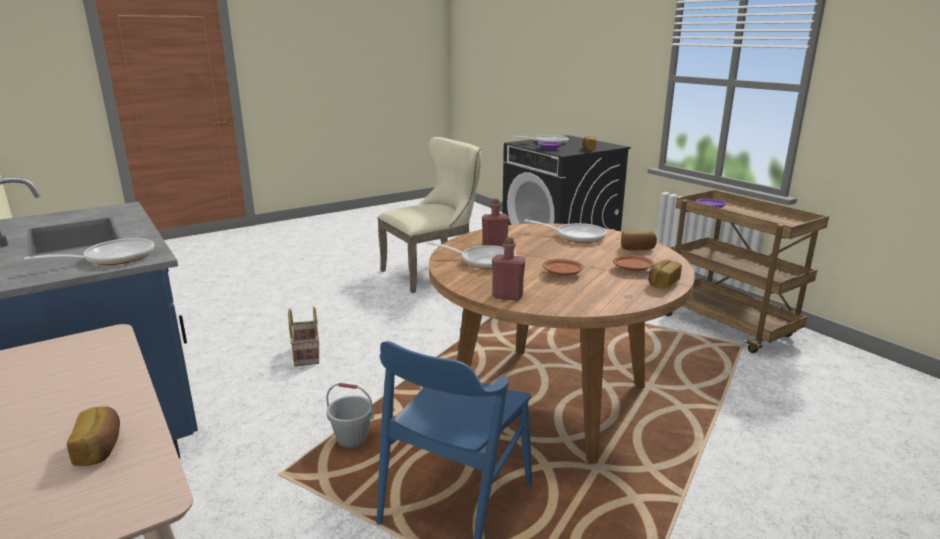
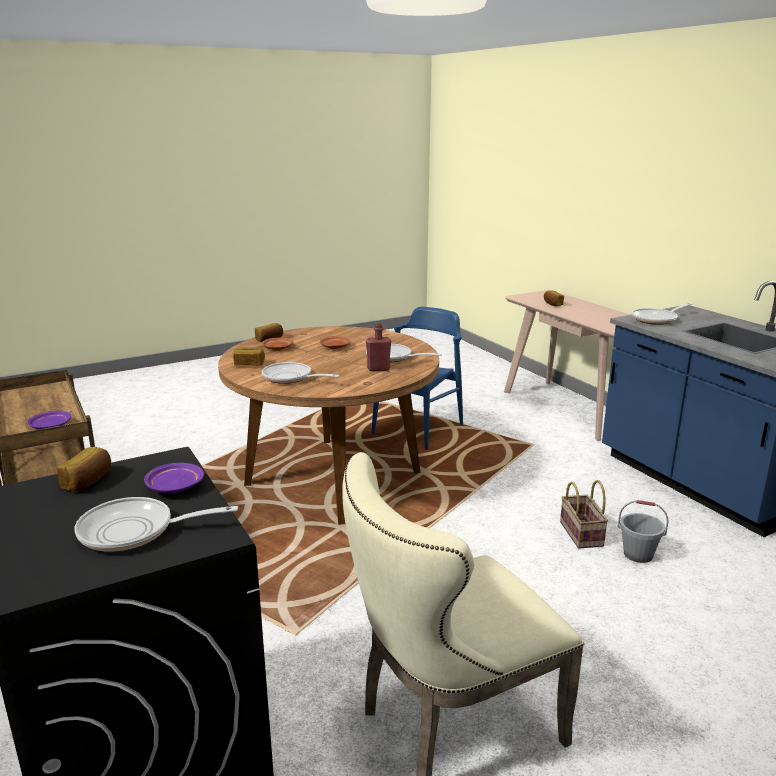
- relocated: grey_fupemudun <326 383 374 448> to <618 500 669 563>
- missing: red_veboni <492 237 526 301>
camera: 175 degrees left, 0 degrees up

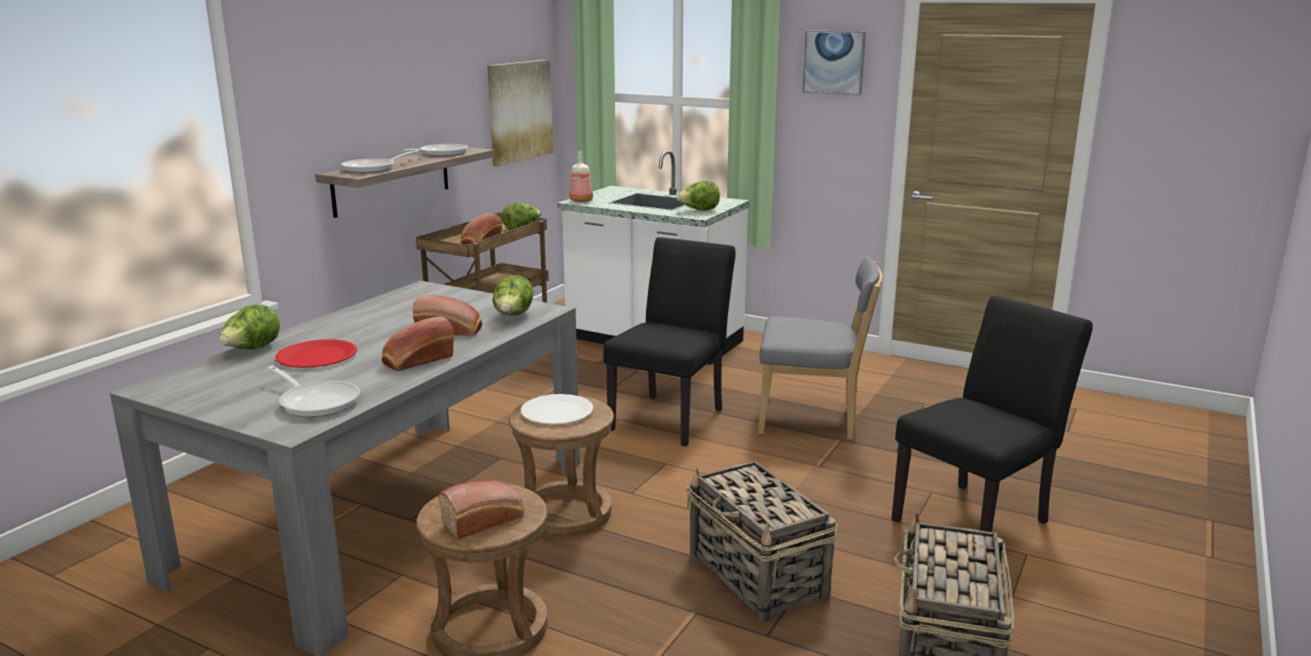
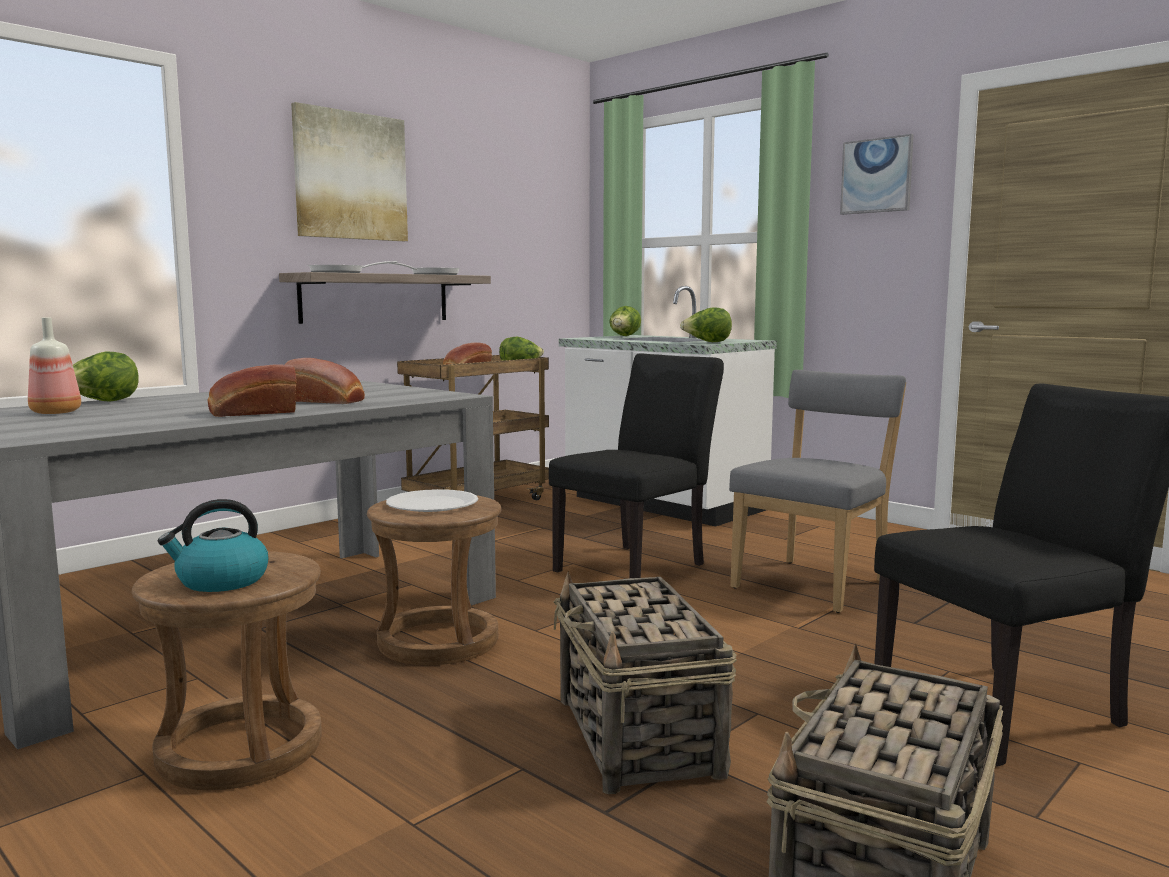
- missing: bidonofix <268 366 360 417>
- missing: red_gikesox <275 339 357 368>
- exchanged: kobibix <438 480 524 540> to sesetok <158 499 268 592>
- relocated: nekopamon <487 60 553 166> to <291 102 408 241>
- relocated: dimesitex <493 275 534 316> to <609 306 641 336>
- relocated: veboni <569 152 593 202> to <28 318 81 414>
- spun: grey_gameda <758 256 882 440> = <729 370 906 613> 75 degrees counterclockwise
camera: 15 degrees right, 10 degrees down

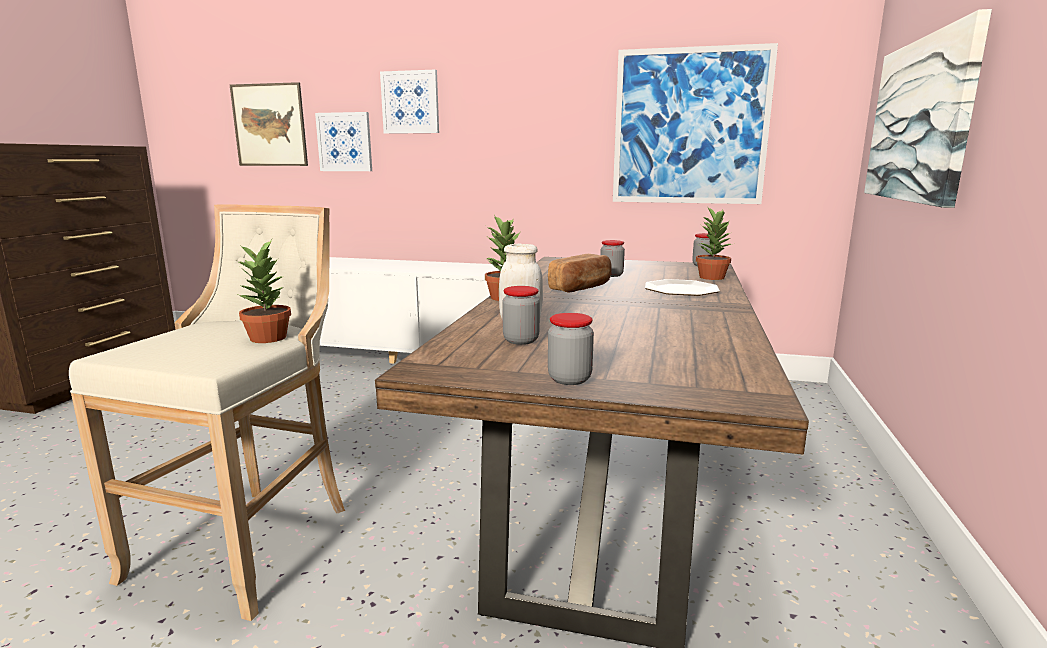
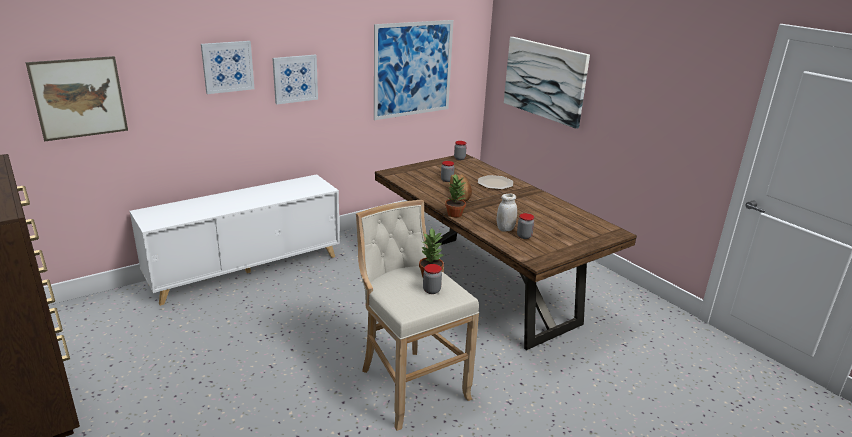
- relocated: nekopamon <315 112 372 171> to <272 55 318 104>
- relocated: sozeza <548 313 594 385> to <423 264 442 294>
- missing: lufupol <696 206 735 280>
camera: 50 degrees left, 10 degrees up

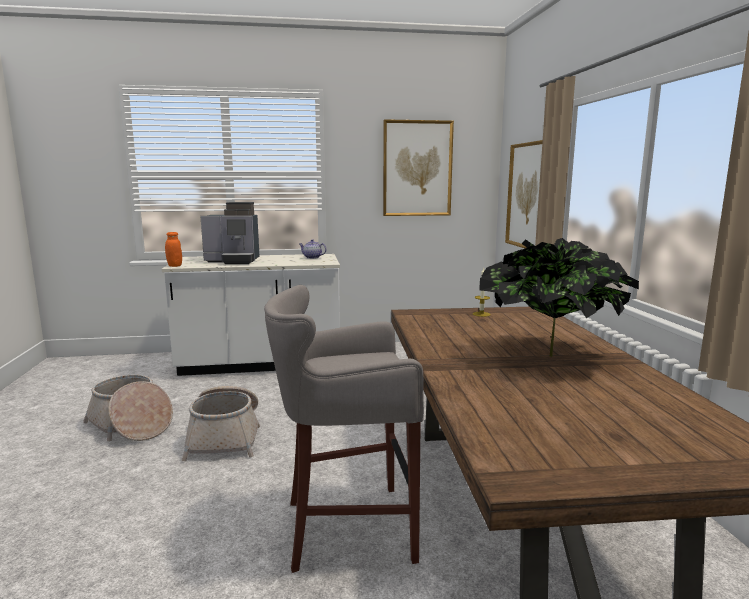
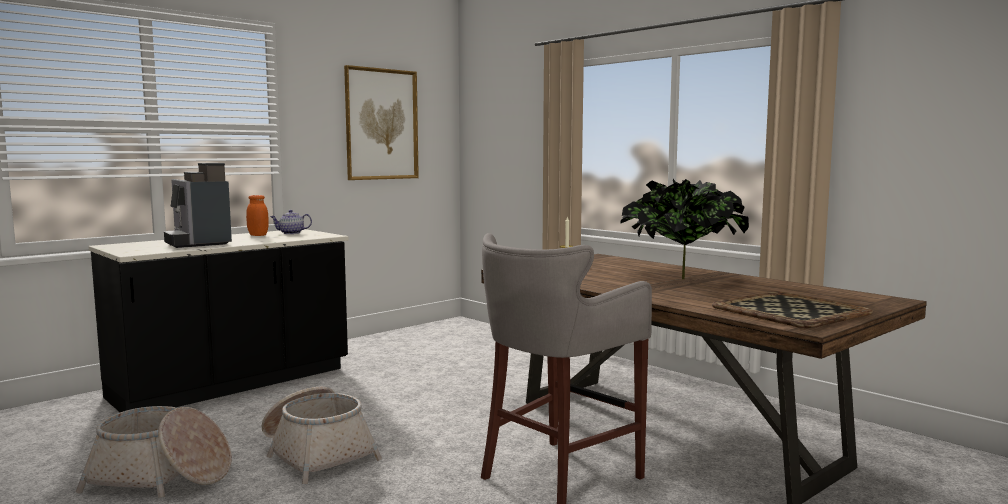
- colour: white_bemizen <162 254 340 376> to black_bemizen <88 229 349 412>
- relocated: orange_sozeza <165 232 182 267> to <246 195 269 236>
- spun: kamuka <200 202 260 264> = <164 163 232 248> 90 degrees clockwise
- missing: nekopamon <505 140 543 249>
- appeared: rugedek <712 291 873 328>
camera: 35 degrees left, 5 degrees down

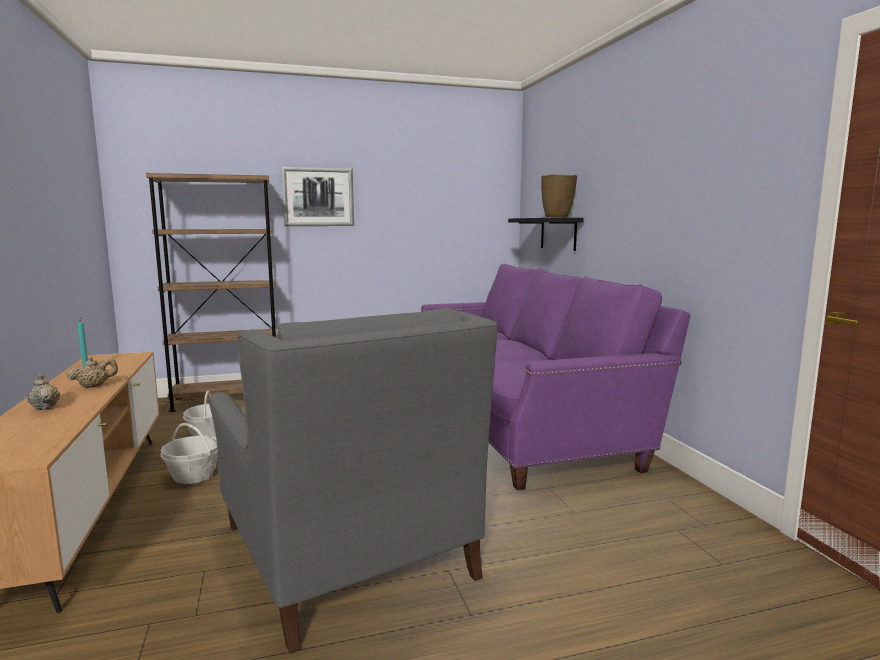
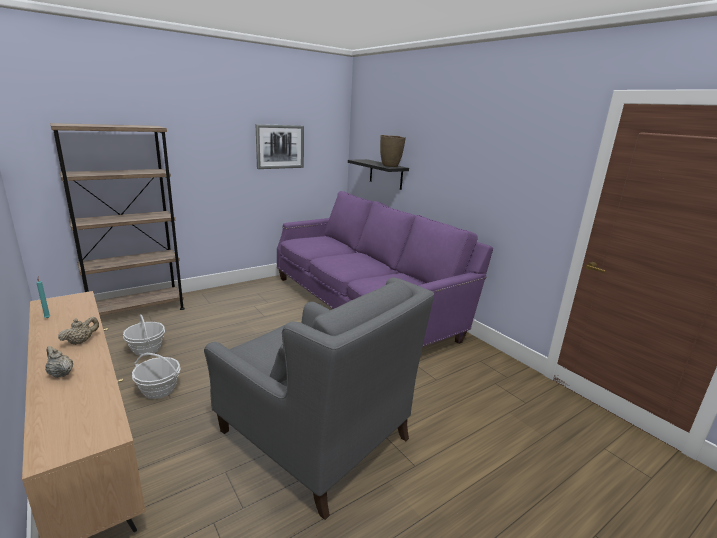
- relocated: nekopamon <281 167 354 226> to <256 124 304 169>
camera: 20 degrees left, 10 degrees up

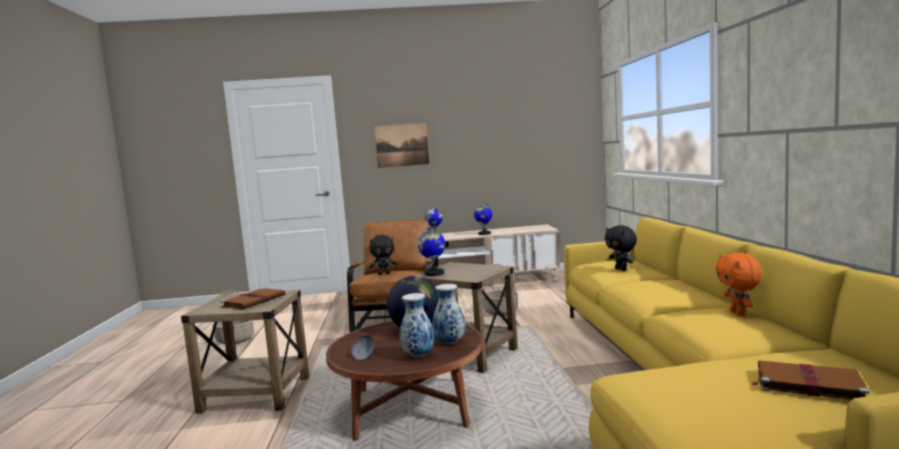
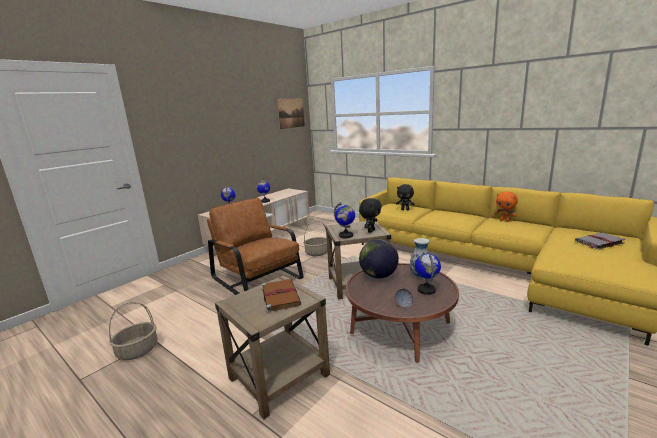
- relocated: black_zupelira <369 235 397 275> to <359 198 382 233>
- relocated: nekopamon <375 123 429 168> to <277 98 305 129>
- exchanged: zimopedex <399 293 434 357> to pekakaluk <415 253 441 295>
- colour: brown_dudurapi <751 360 870 400> to grey_dudurapi <575 233 625 250>
camera: 45 degrees left, 10 degrees up

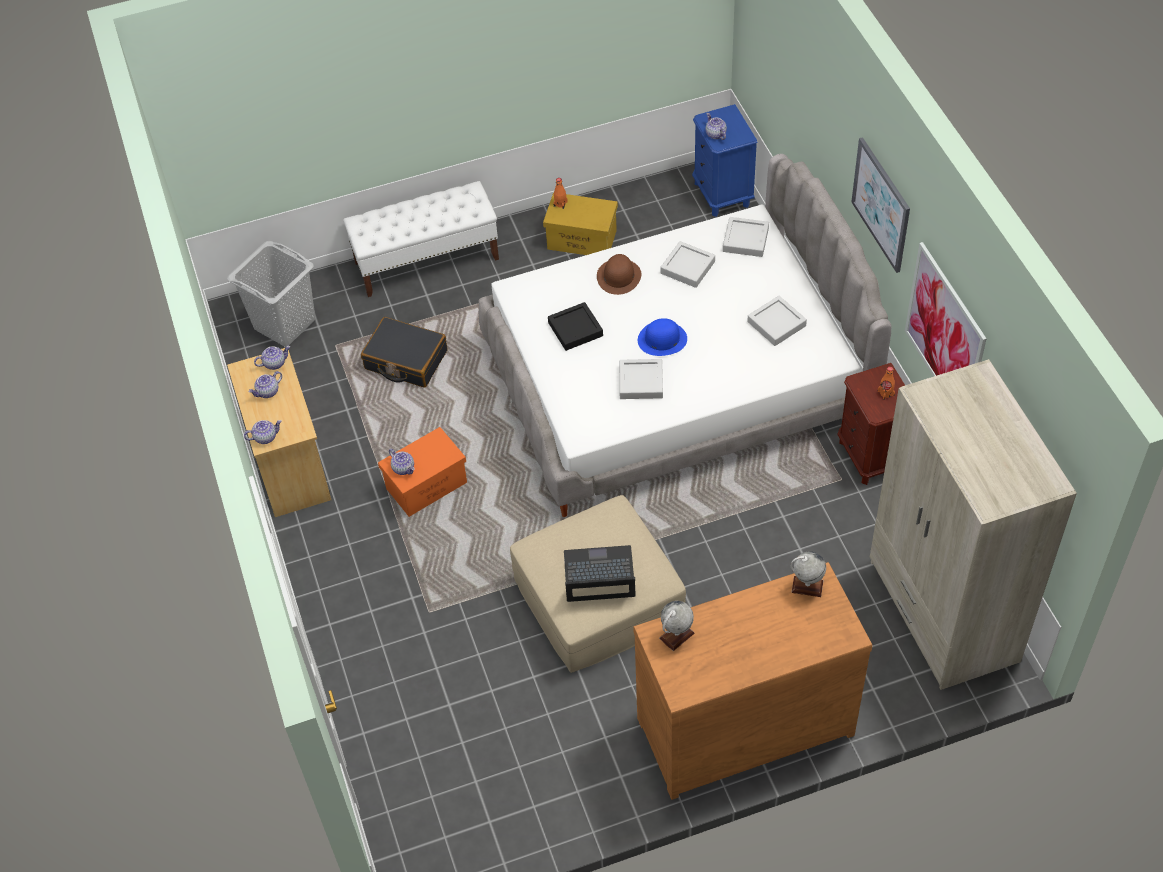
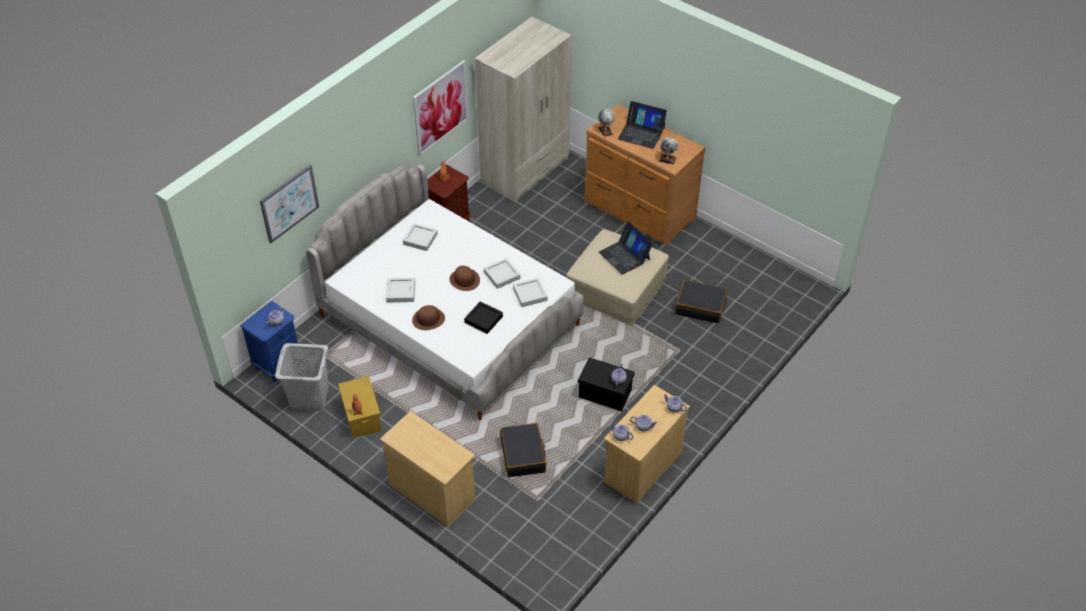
- relocated: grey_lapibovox <227 241 316 346> to <275 343 329 410>
- exchanged: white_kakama <343 181 499 297> to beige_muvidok <380 411 475 527>
- colour: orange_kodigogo <378 427 467 517> to black_kodigogo <578 357 635 412>
- colour: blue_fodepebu <638 318 687 356> to brown_fodepebu <449 266 480 291>
- relocated: grey_rugedek <723 217 769 257> to <513 278 548 307>
- relocated: nekopamon <851 137 910 273> to <260 165 319 243>
- appeared: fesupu <618 101 667 149>
- appeared: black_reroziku <675 280 728 323>
camera: 125 degrees left, 5 degrees down

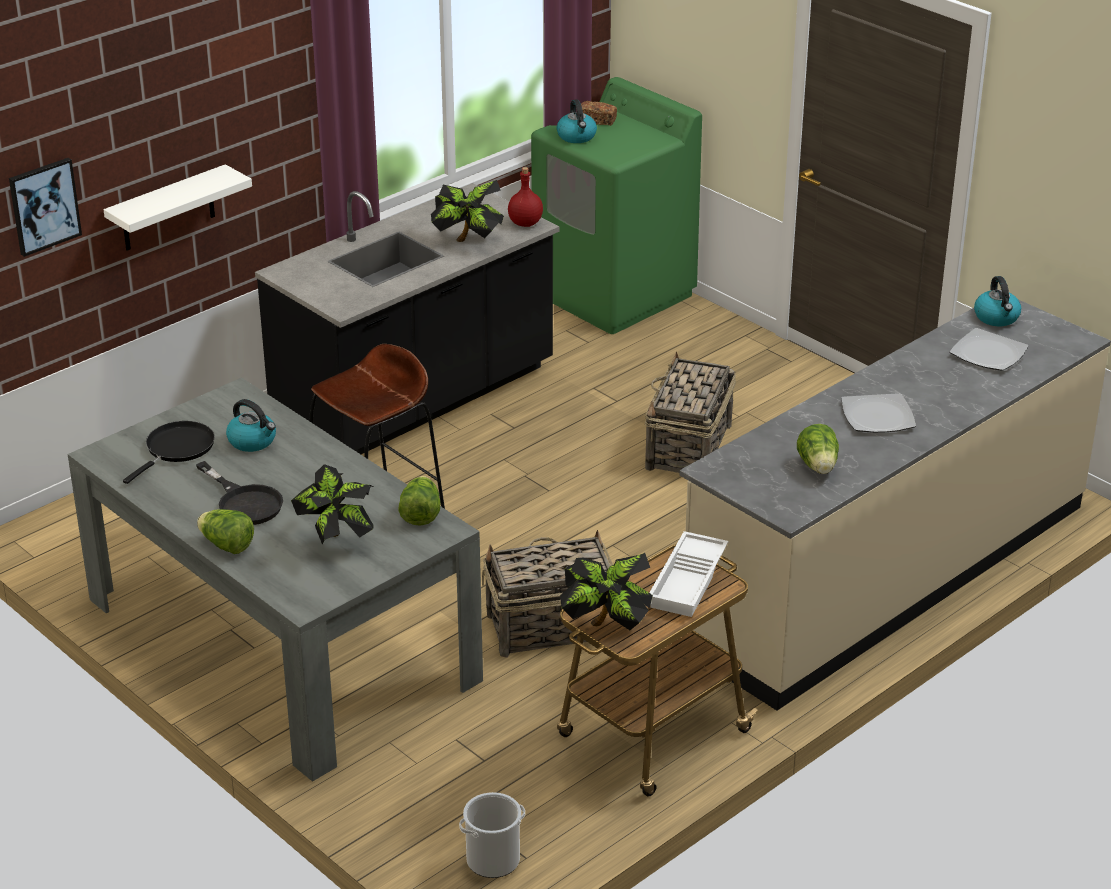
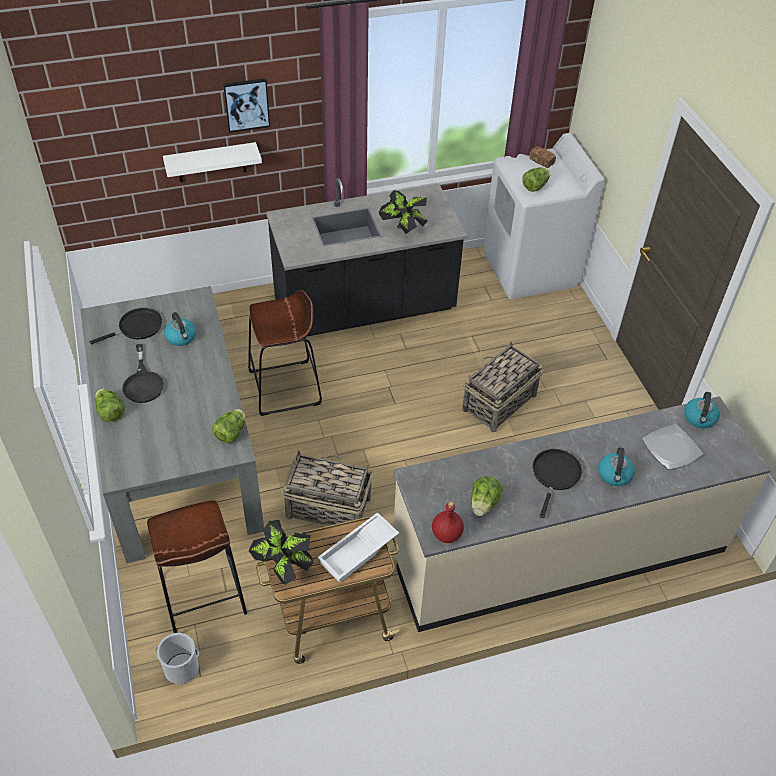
- relocated: nekopamon <9 158 82 257> to <223 78 270 133>
- missing: lufupol <291 464 374 545>
- relocated: red_veboni <508 167 543 227> to <432 501 464 543>
- colour: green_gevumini <531 77 702 334> to white_gevumini <483 133 604 299>
- relocated: sesetok <556 99 597 143> to <598 447 635 486>
- exchanged: gikesox <841 393 916 433> to black_bidonofix <533 449 582 518>
- appeared: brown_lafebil <147 500 247 633>
- appeared: dimesitex <522 167 551 192>
camera: 25 degrees right, 15 degrees up

